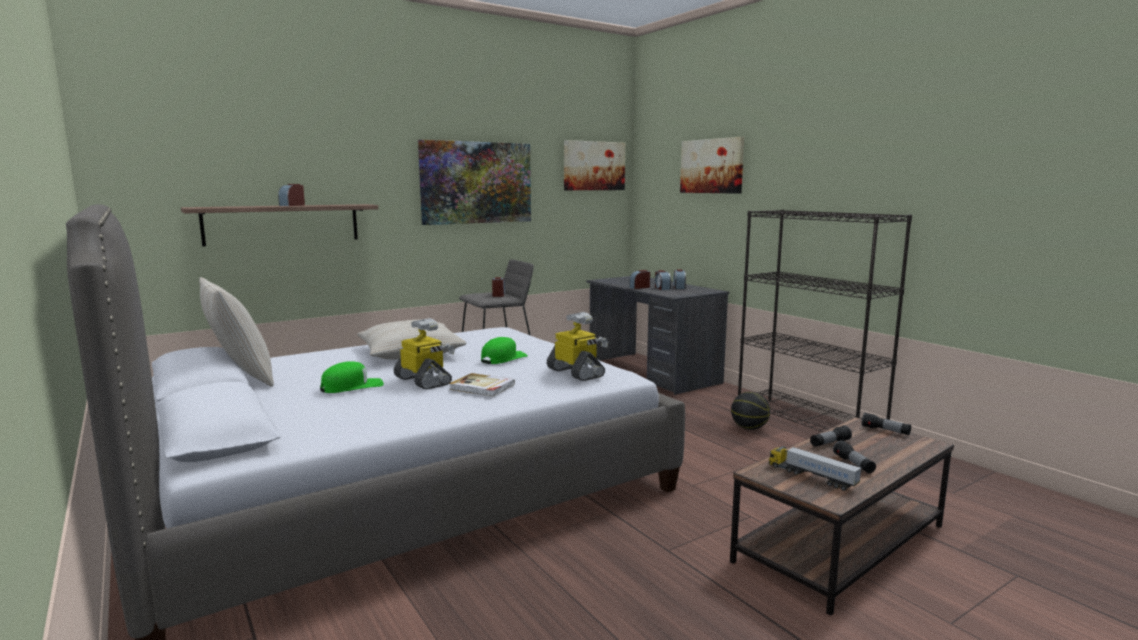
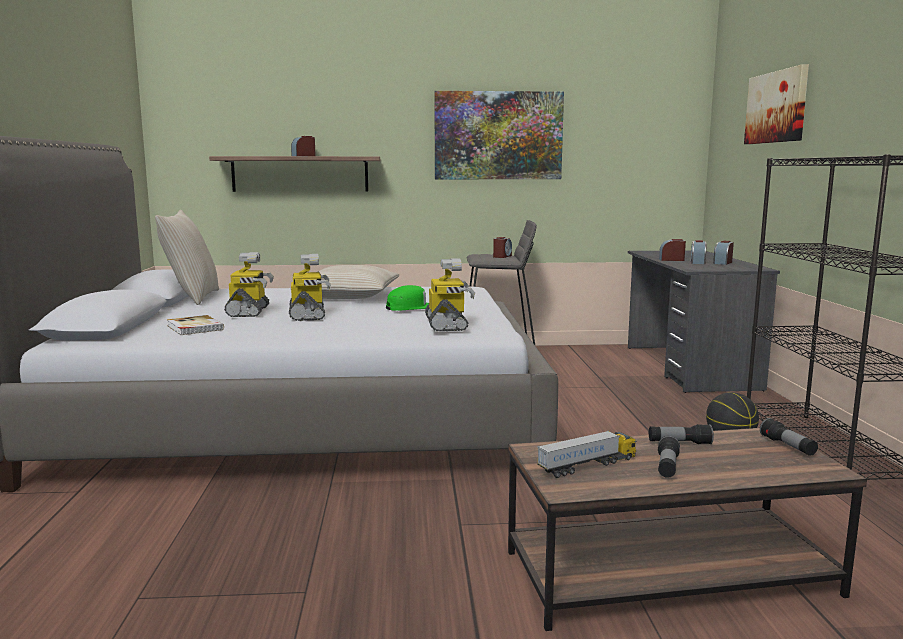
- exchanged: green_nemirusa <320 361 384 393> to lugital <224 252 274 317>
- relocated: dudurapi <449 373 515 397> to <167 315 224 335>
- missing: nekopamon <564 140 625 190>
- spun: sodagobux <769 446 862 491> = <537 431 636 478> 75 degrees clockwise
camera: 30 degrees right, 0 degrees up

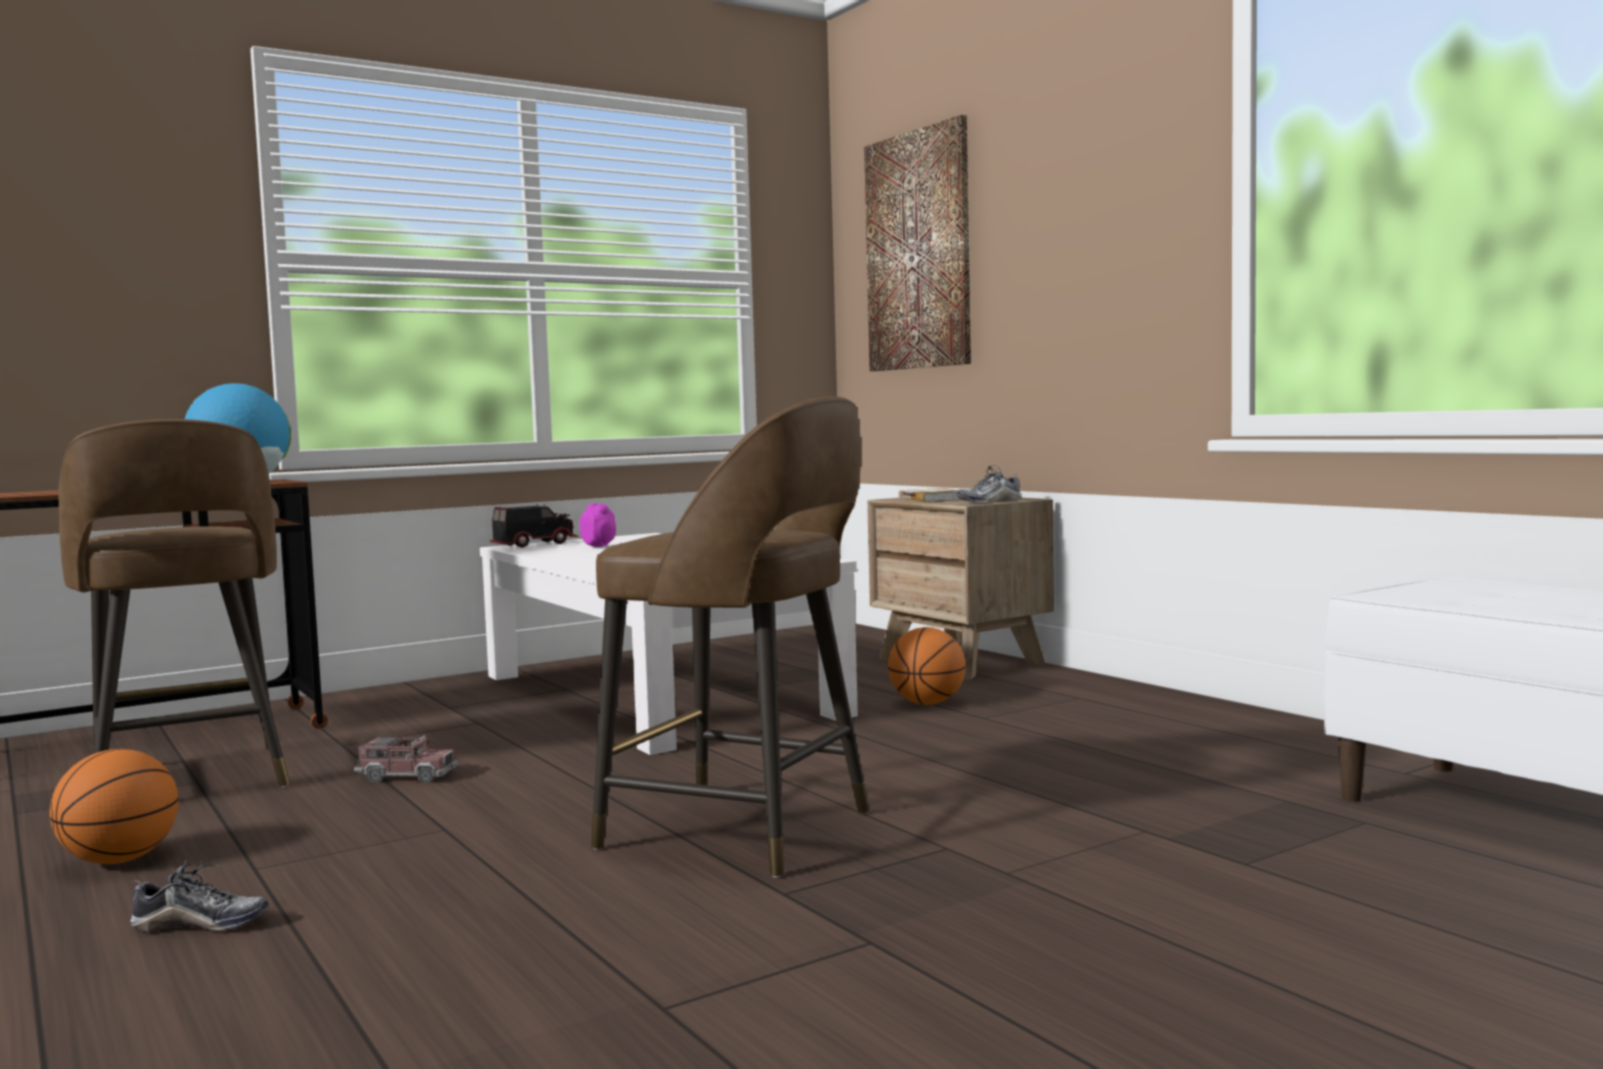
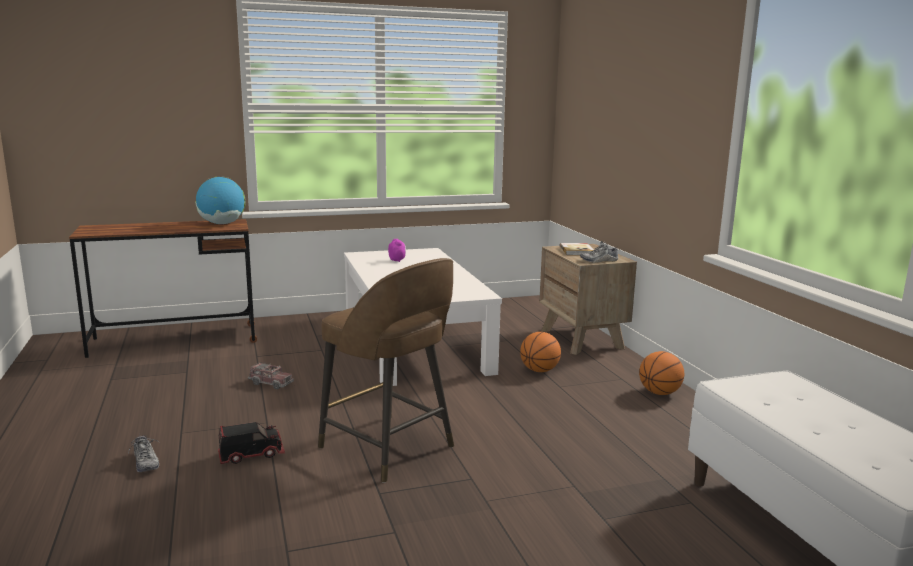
- relocated: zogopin <50 749 178 864> to <639 351 684 395>
- missing: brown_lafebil <58 419 290 787>
- spun: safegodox <130 859 269 932> = <128 435 160 472> 45 degrees clockwise
- relocated: sodagobux <490 504 579 548> to <218 422 285 464>
- missing: nekopamon <864 115 971 371>
camera: 15 degrees right, 10 degrees up

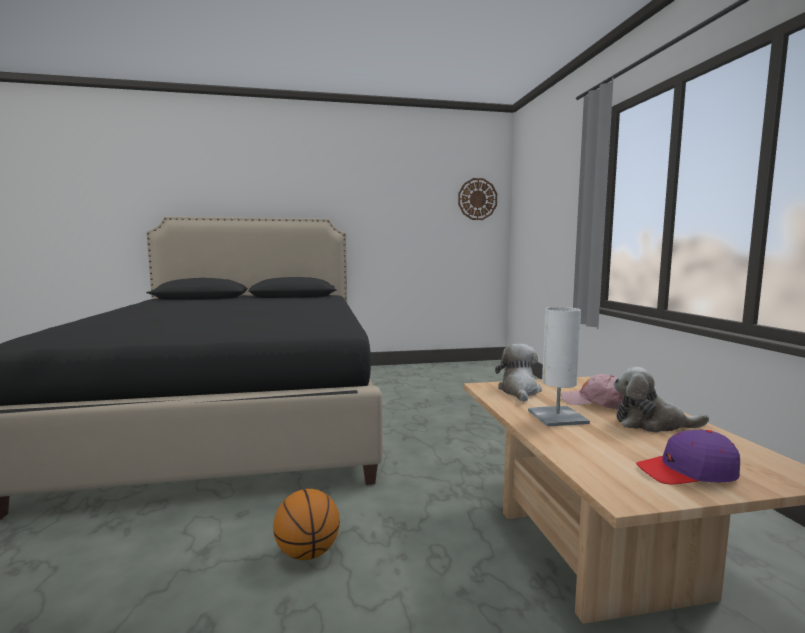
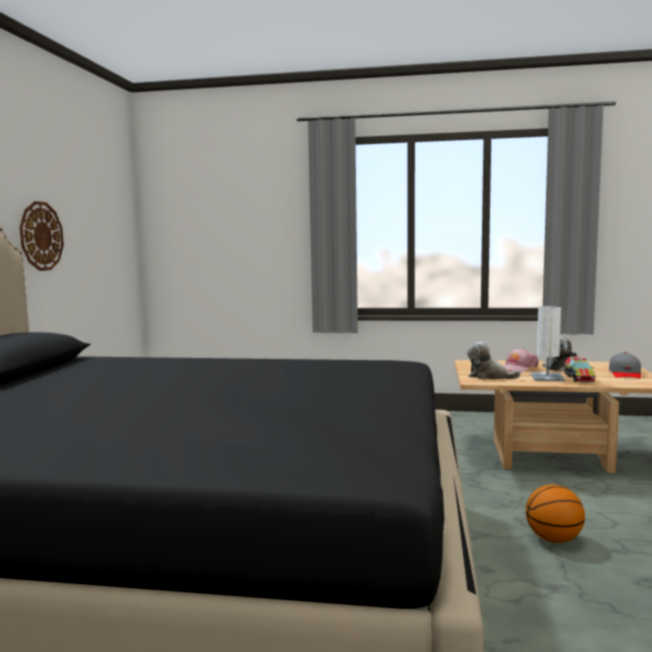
- relocated: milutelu <458 178 497 220> to <20 201 64 271>
- colour: purple_nemirusa <636 430 740 484> to grey_nemirusa <609 352 641 379>
- appeared: sodagobux <565 356 596 383>
camera: 70 degrees left, 0 degrees up

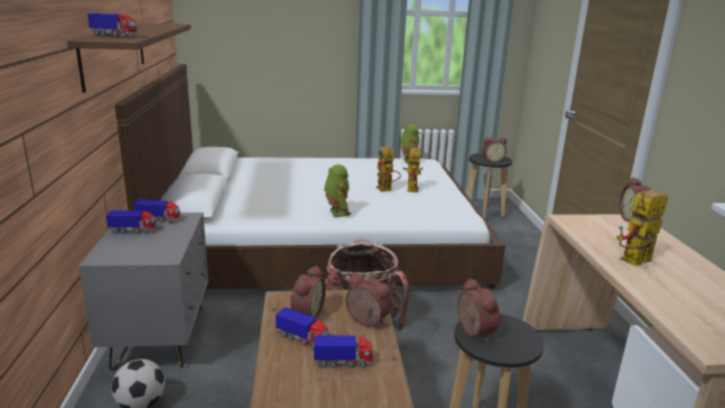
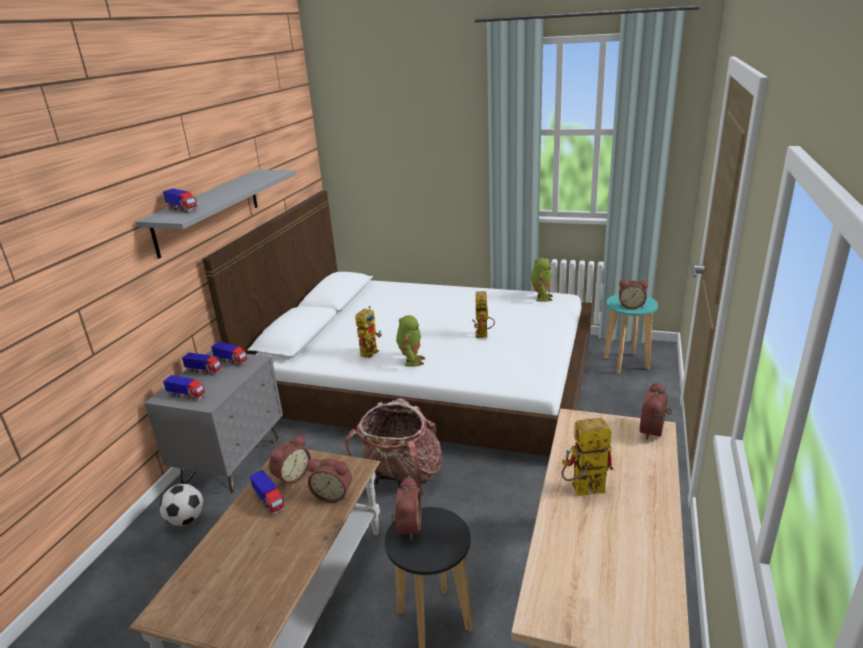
- colour: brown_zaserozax <67 23 191 93> to grey_zaserozax <135 170 296 259>
- relocated: sodagobux <314 335 373 367> to <163 375 206 401>
- spun: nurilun <346 274 392 327> = <307 459 352 503> 135 degrees clockwise
- relocated: lugital <403 145 423 193> to <355 306 382 358>
- colour: black_lafebil <466 153 512 218> to turquoise_lafebil <604 294 658 374>
camera: 25 degrees right, 5 degrees up

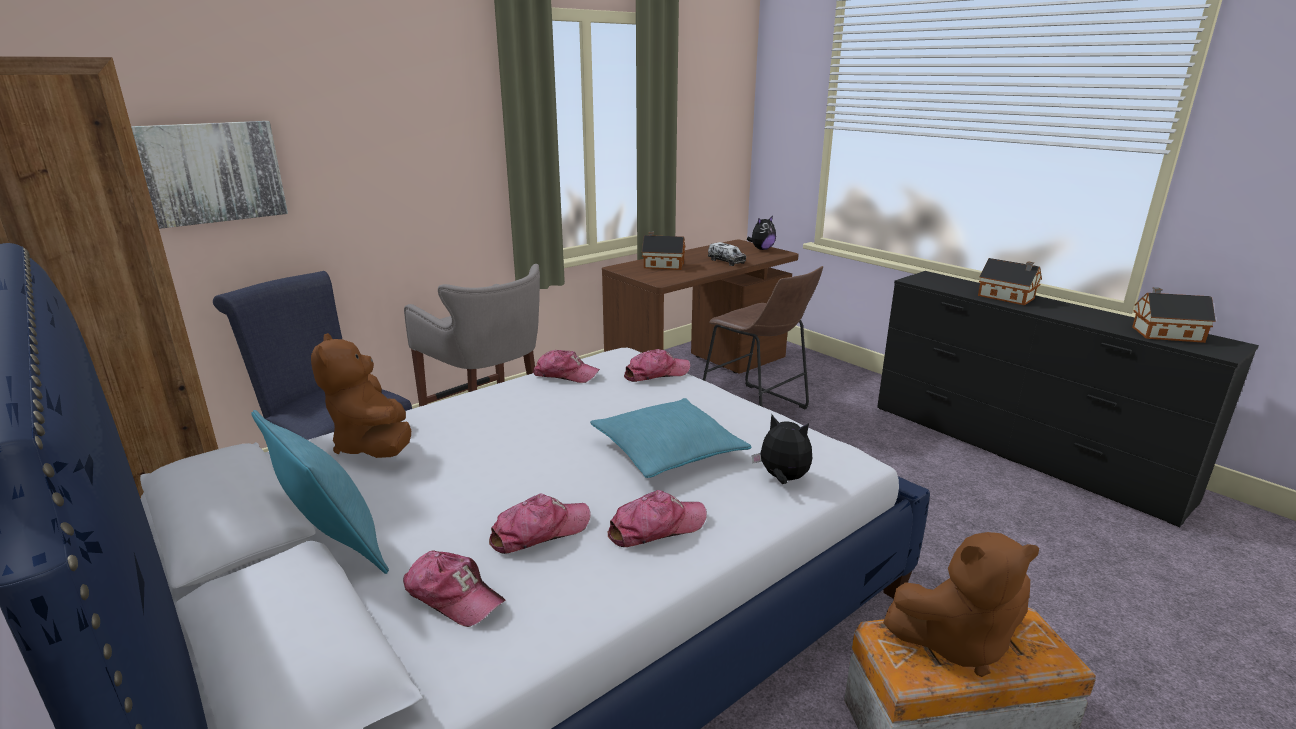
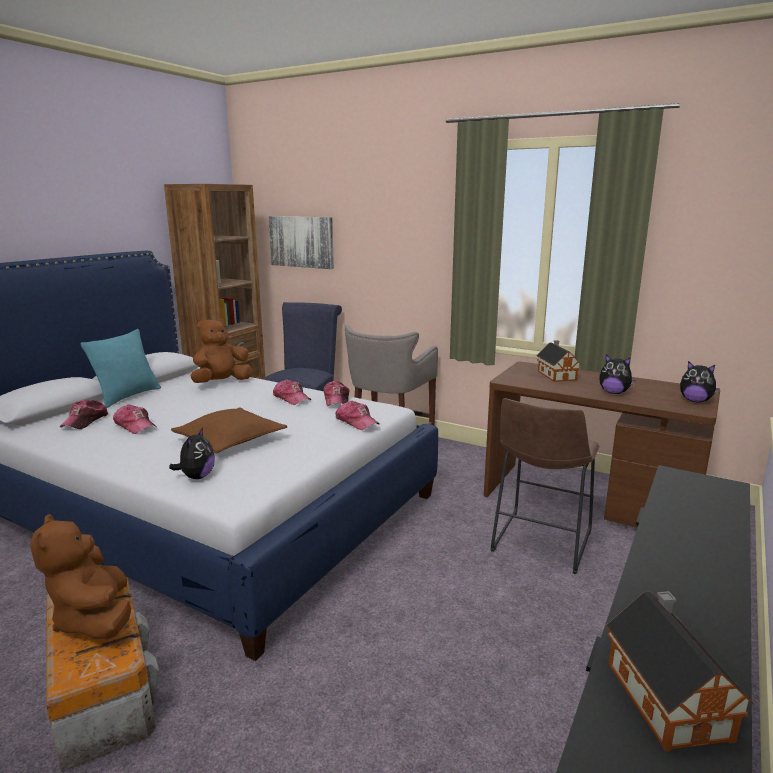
- colour: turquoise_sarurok <590 398 751 478> to brown_sarurok <171 407 287 453>
- relocated: nemirusa <608 490 707 547> to <273 379 311 405>
- exchanged: sodagobux <708 242 746 266> to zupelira <599 355 636 394>
- missing: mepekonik <978 258 1042 305>
camera: 70 degrees right, 5 degrees down

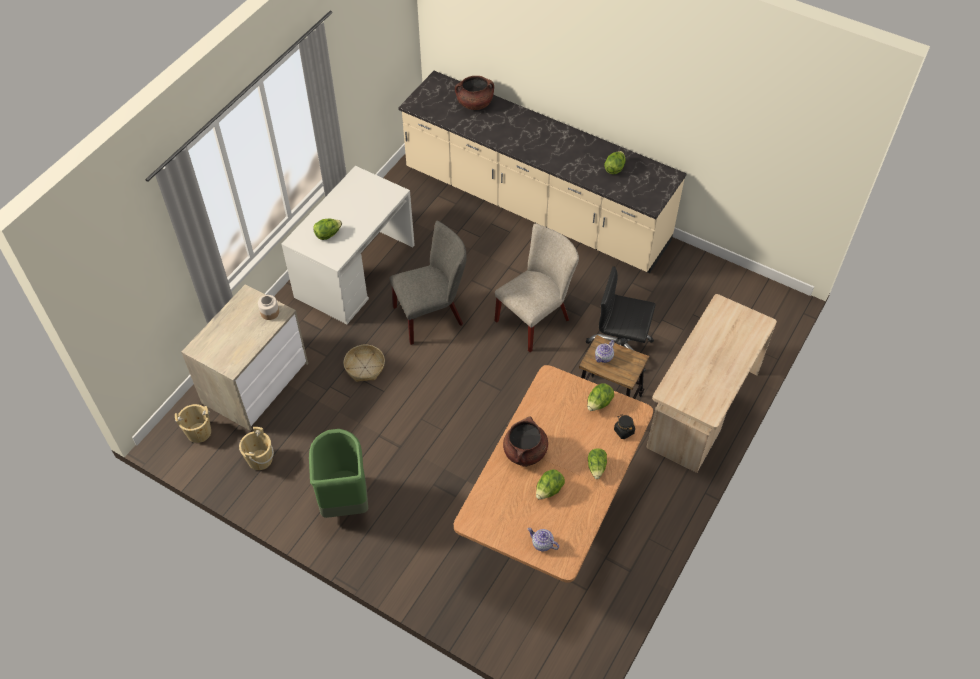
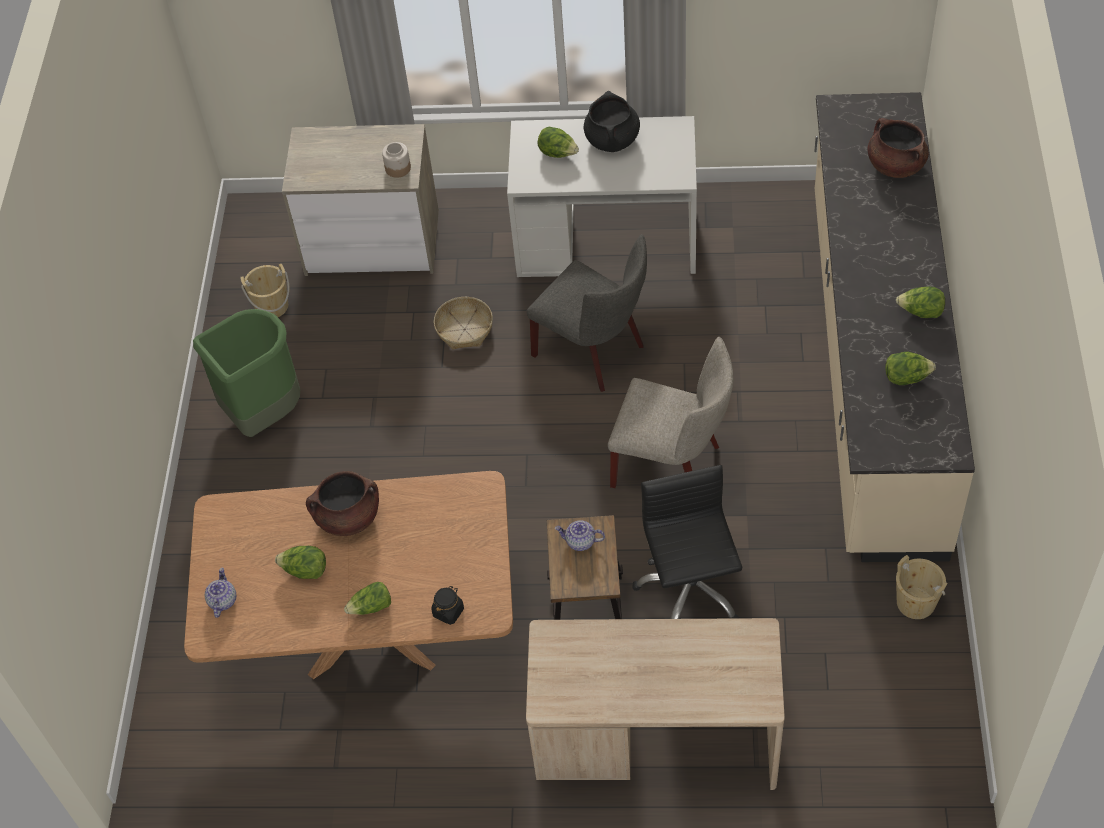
- relocated: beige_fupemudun <175 404 211 443> to <896 555 947 619>
- relocated: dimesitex <587 383 614 411> to <896 286 945 318>
- appeared: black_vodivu <584 91 640 152>
camera: 65 degrees right, 0 degrees up

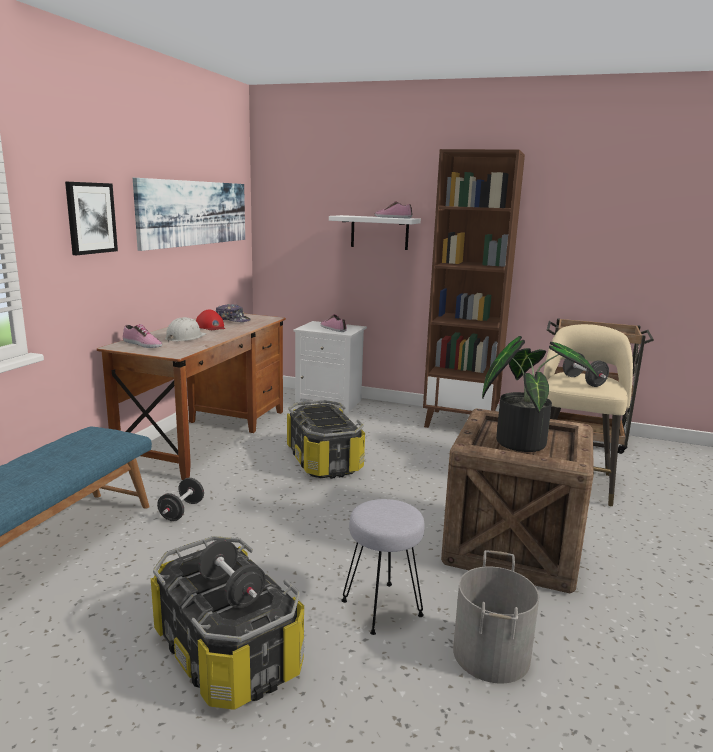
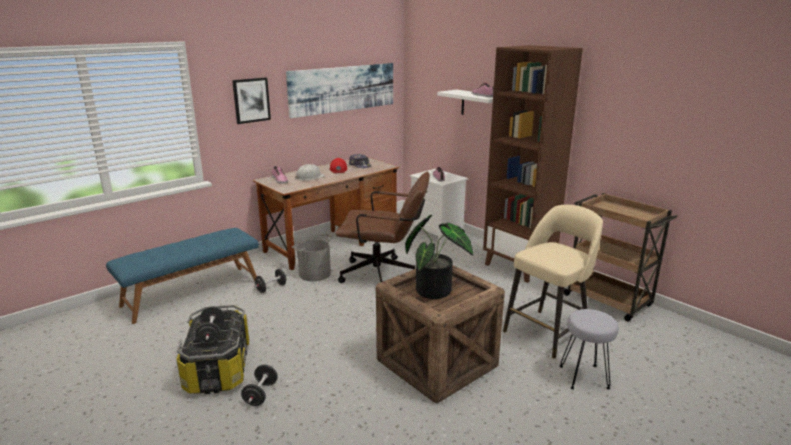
- exchanged: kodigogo <287 400 365 479> to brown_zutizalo <335 172 430 283>
- relocated: grey_lafebil <341 499 425 635> to <560 309 618 390>
- relocated: grey_fupemudun <453 550 539 683> to <292 234 333 281>
- relocated: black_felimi <563 352 609 387> to <241 365 278 406>
camera: 30 degrees right, 5 degrees up

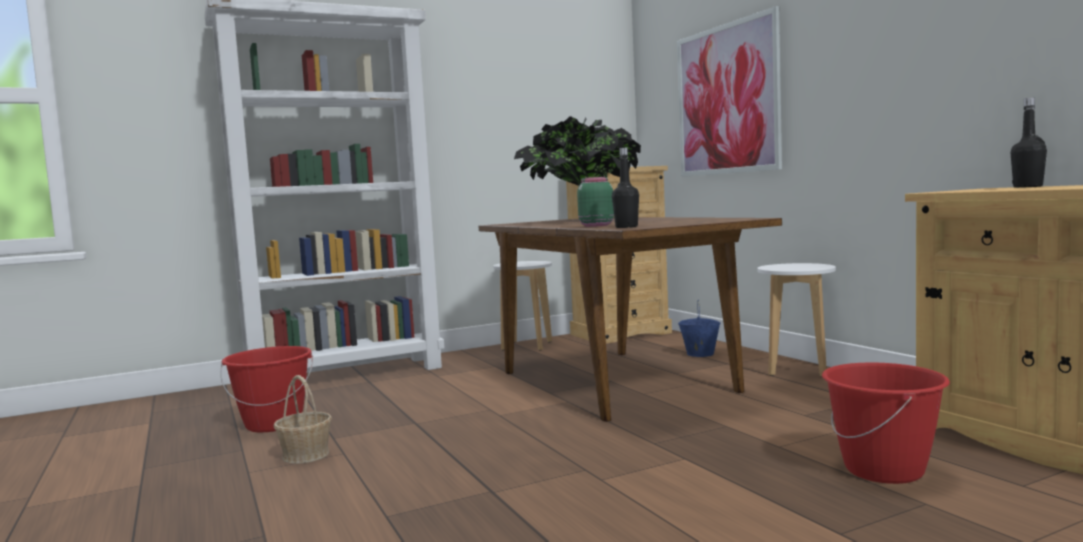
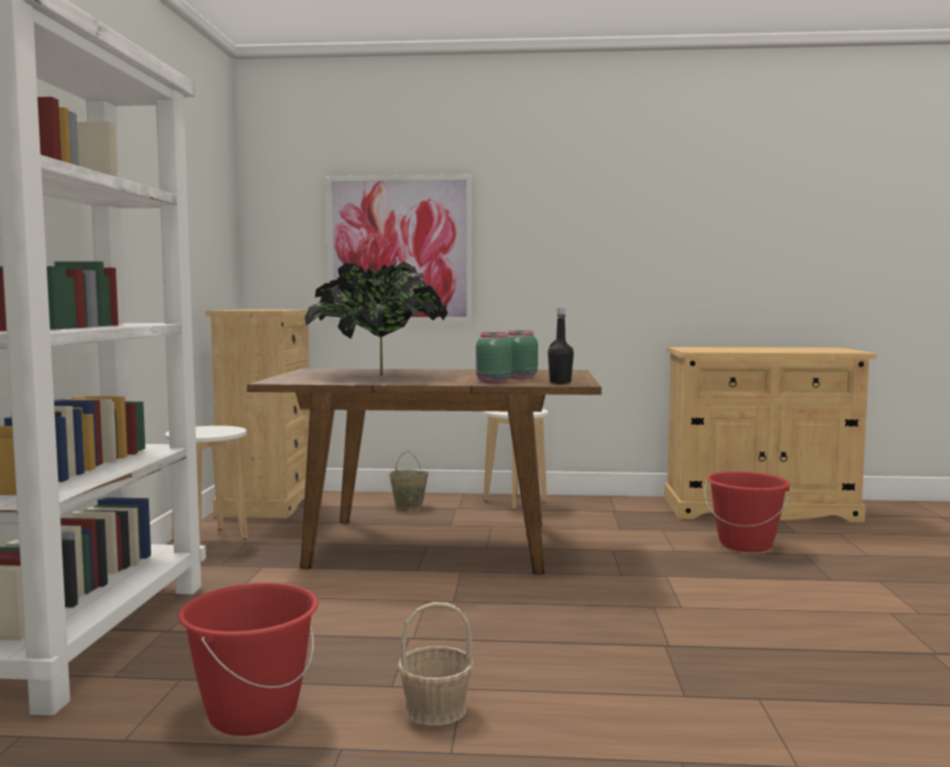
- colour: blue_fupemudun <678 300 720 357> to beige_fupemudun <389 451 429 509>
- missing: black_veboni <1011 97 1047 188>
- appeared: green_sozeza <507 331 538 379>
camera: 60 degrees left, 0 degrees up

